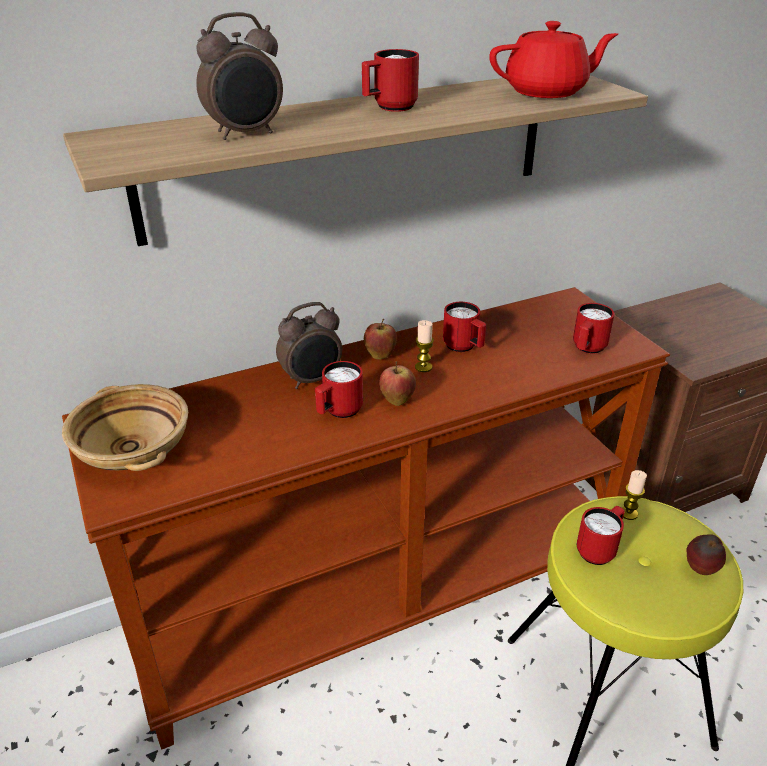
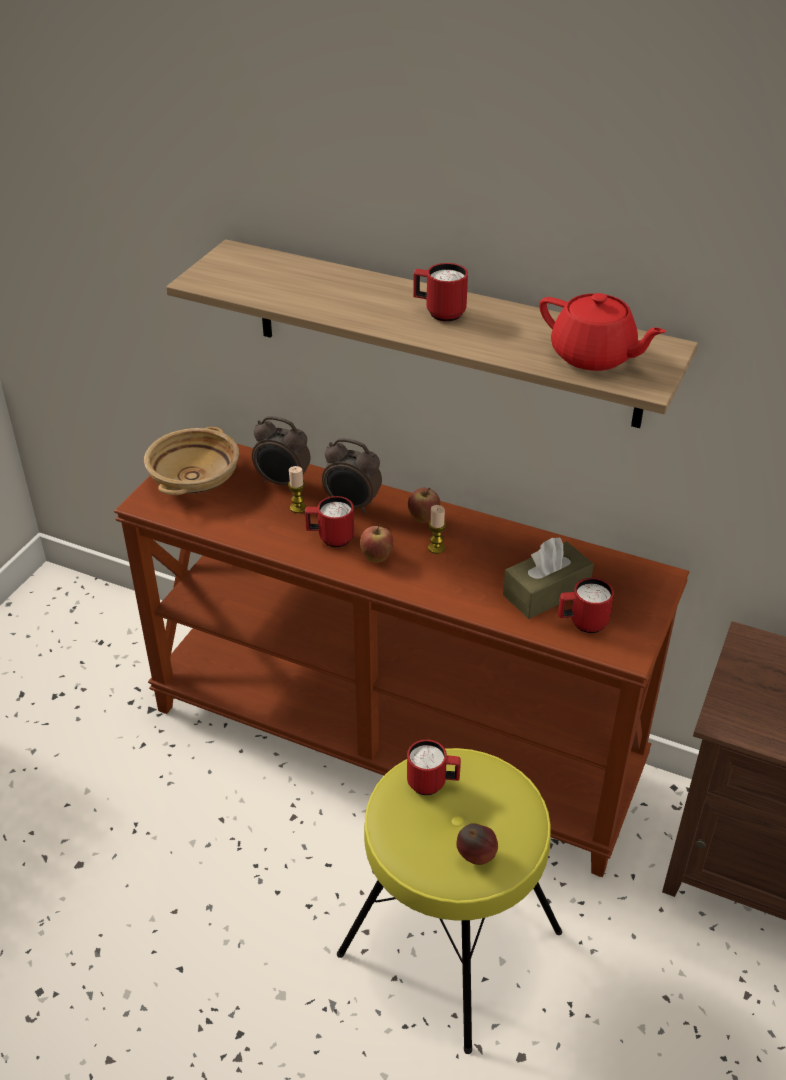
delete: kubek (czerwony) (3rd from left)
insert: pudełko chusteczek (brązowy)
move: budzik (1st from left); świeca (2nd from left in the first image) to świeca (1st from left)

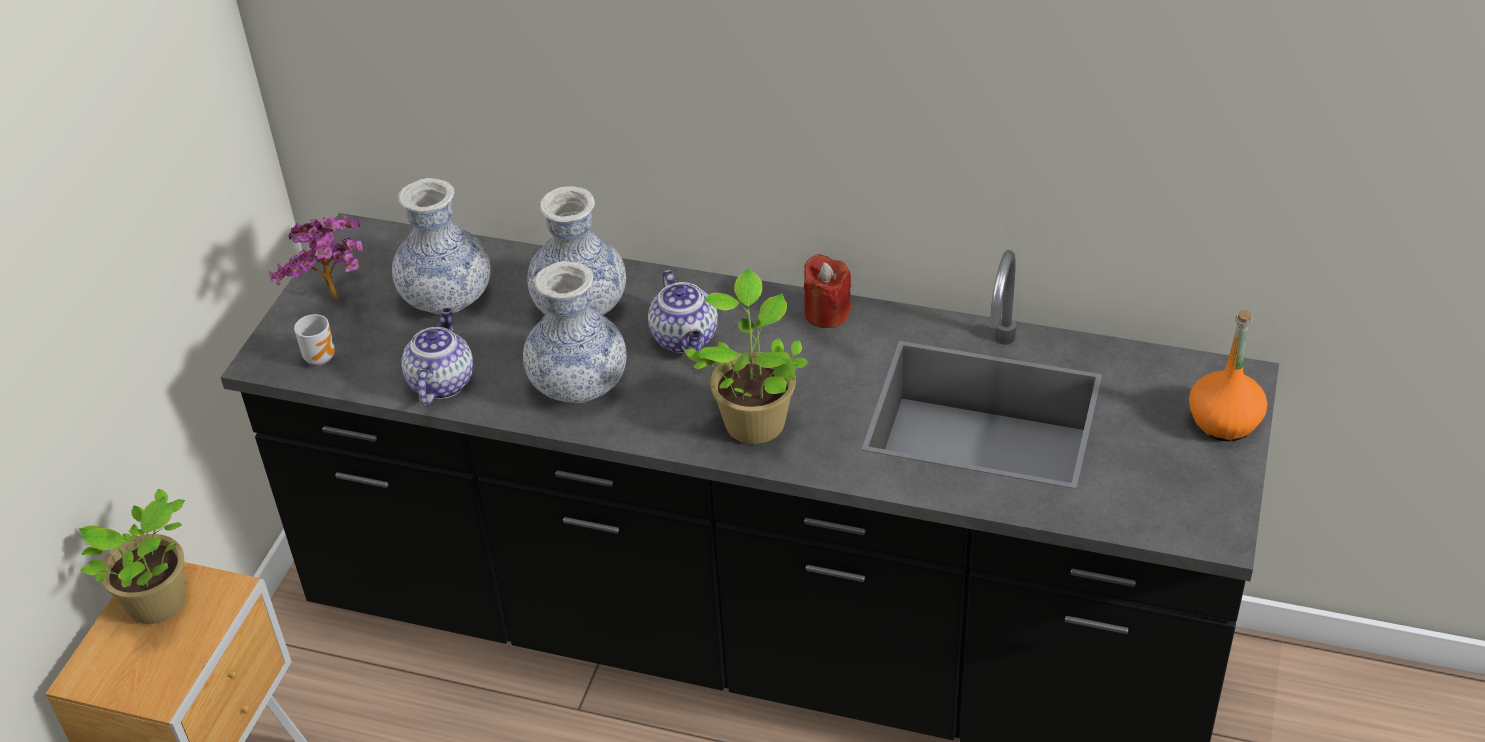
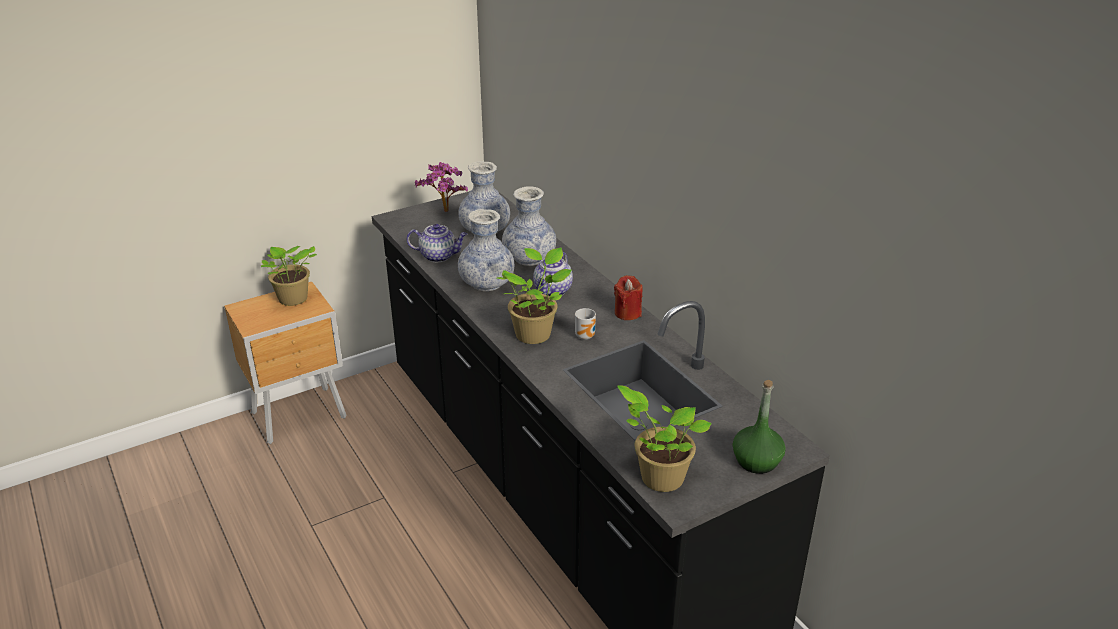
insert: roślina doniczkowa (4th from left)
move: kubek
recolor: butelka (pomarańczowy) to butelka (zielony)
rotate: imbryk (1st from left) 45 degrees clockwise

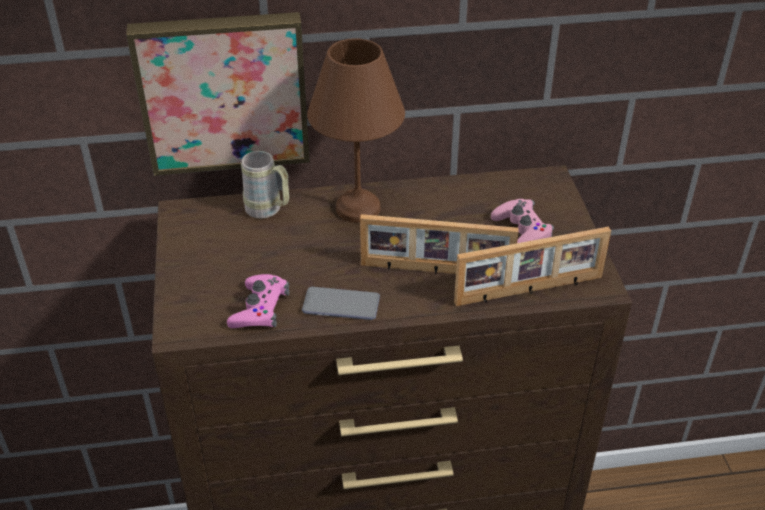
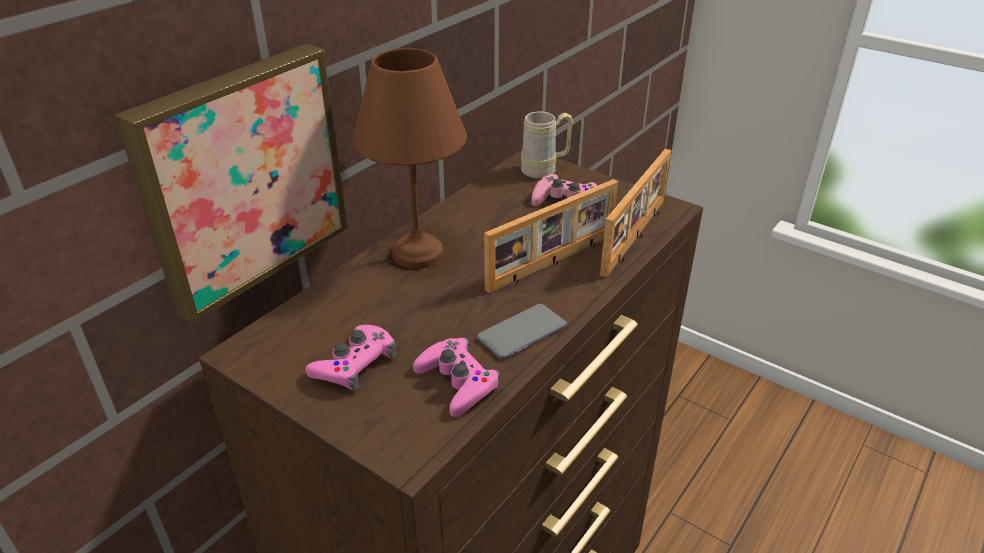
insert: pad do gier (różowy) (1st from left)
move: kubek (beżowy)

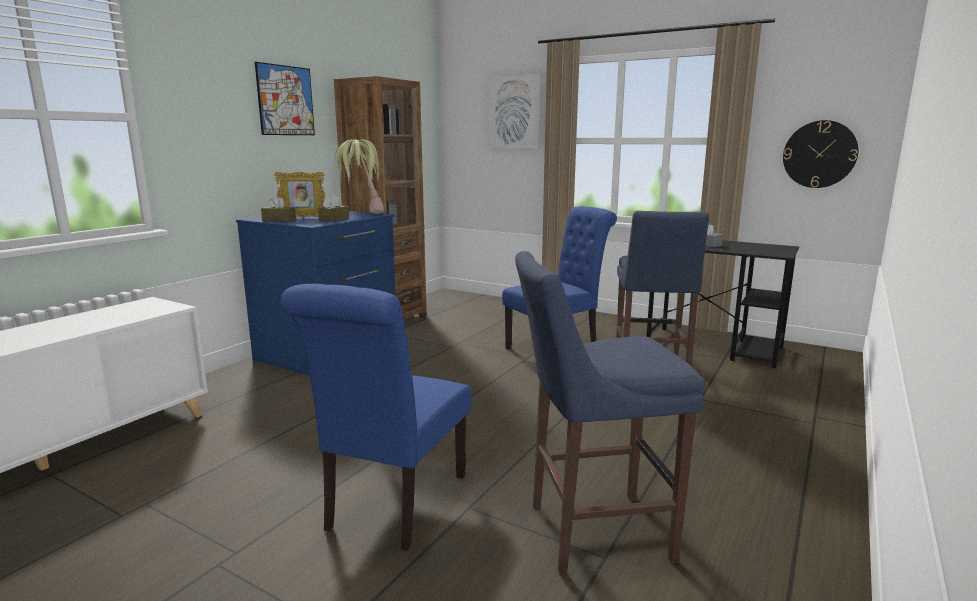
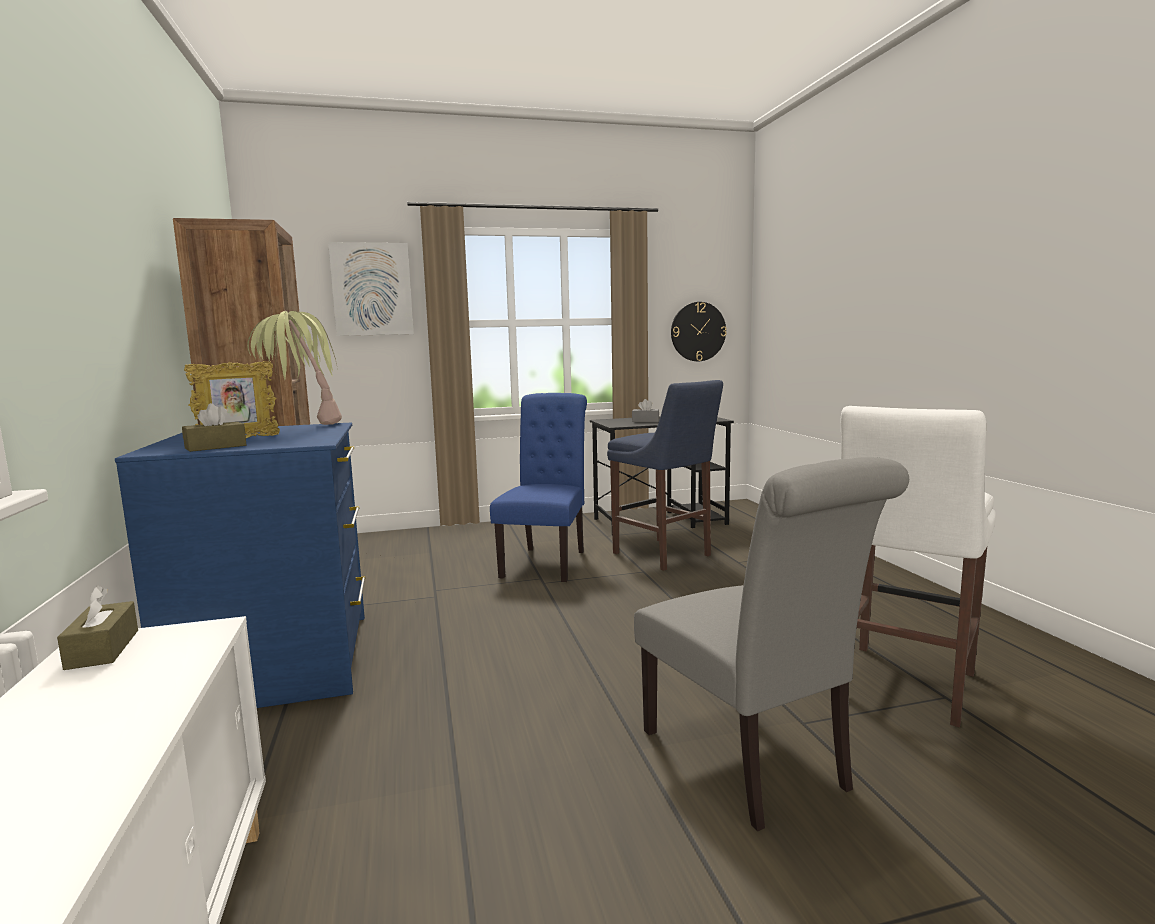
delete: obraz (1st from left)
move: pudełko chusteczek (brązowy) (2nd from left in the first image) to pudełko chusteczek (brązowy) (1st from left)
recolor: krzesło (niebieski) (1st from left) to krzesło (szary); stołek (niebieski) (1st from left) to stołek (biały)

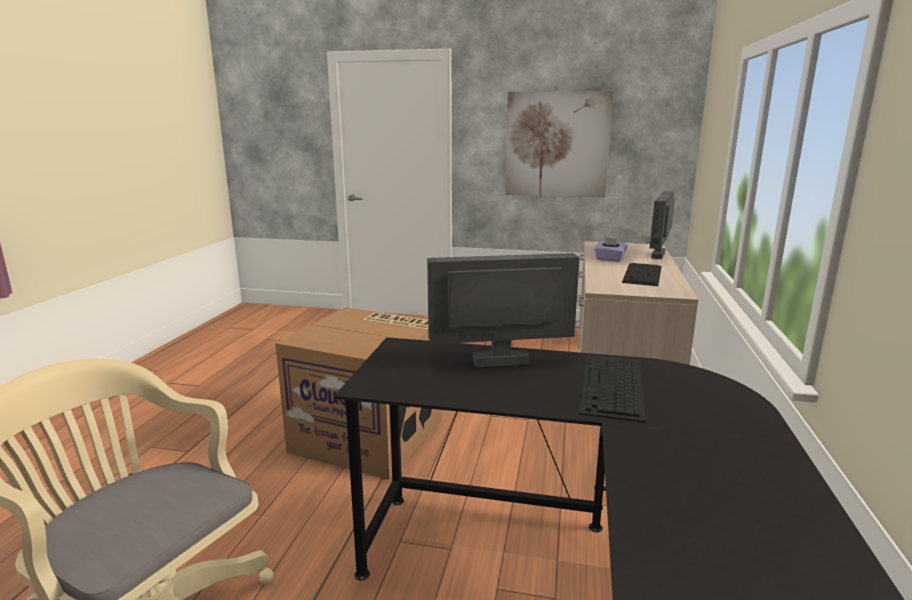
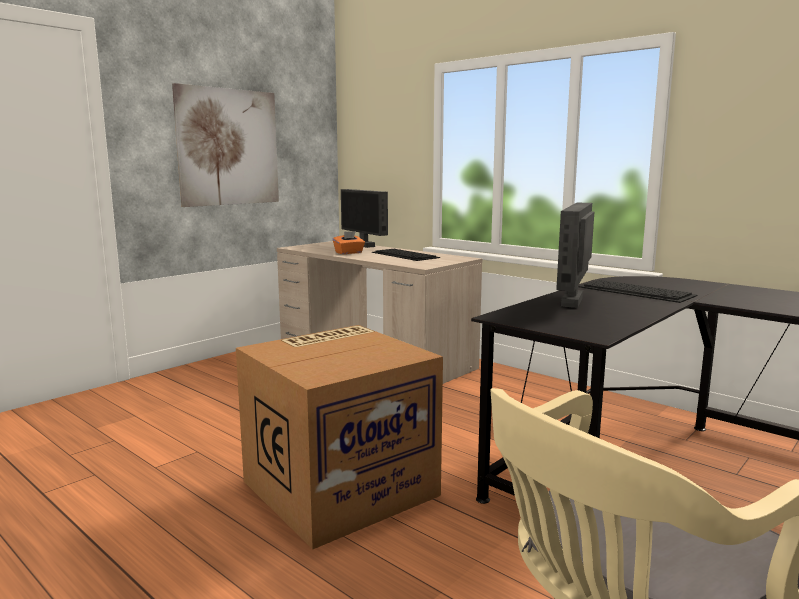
recolor: pudełko chusteczek (fioletowy) to pudełko chusteczek (pomarańczowy)

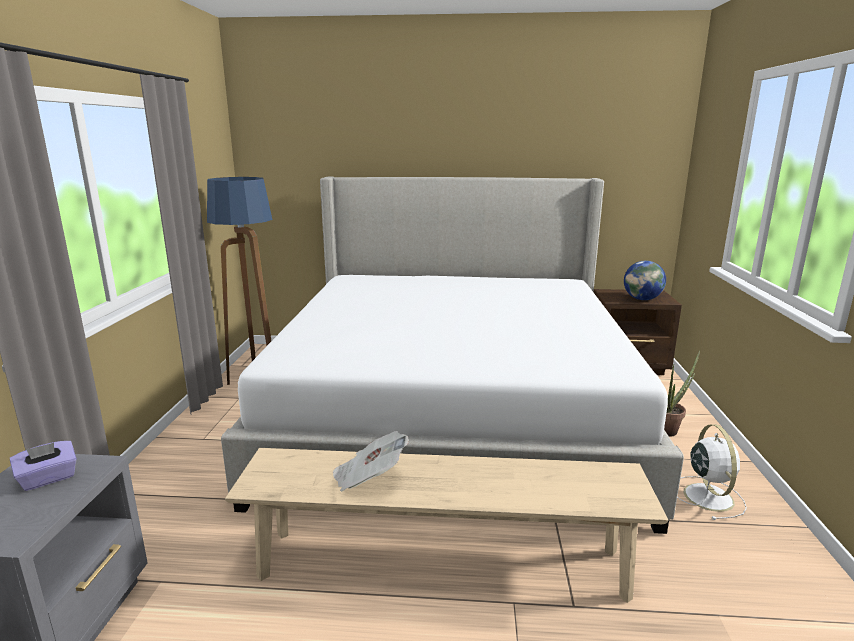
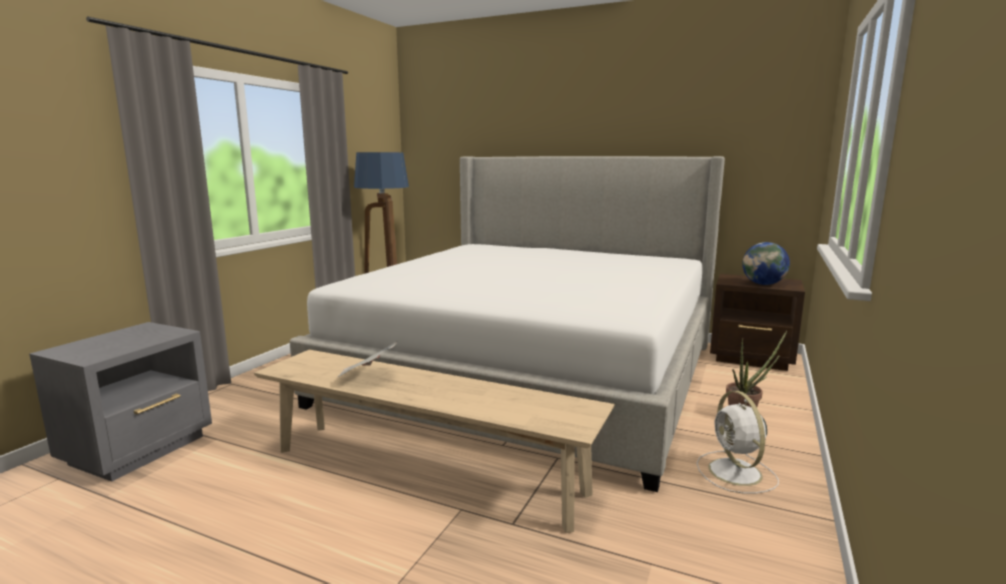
delete: pudełko chusteczek (fioletowy)
rotate: wentylator (biały) 150 degrees clockwise

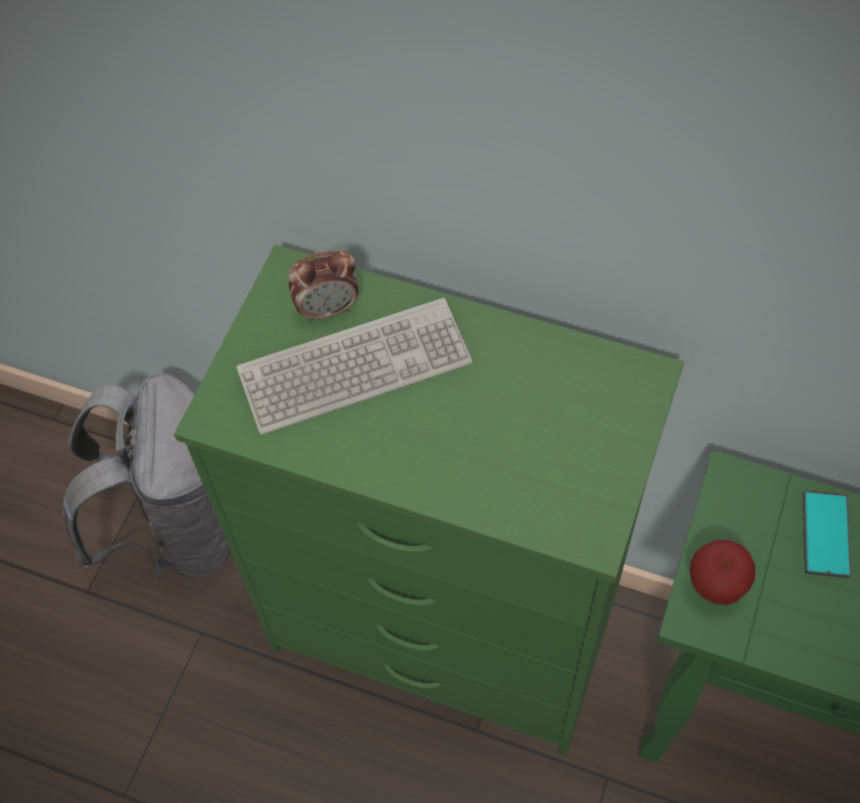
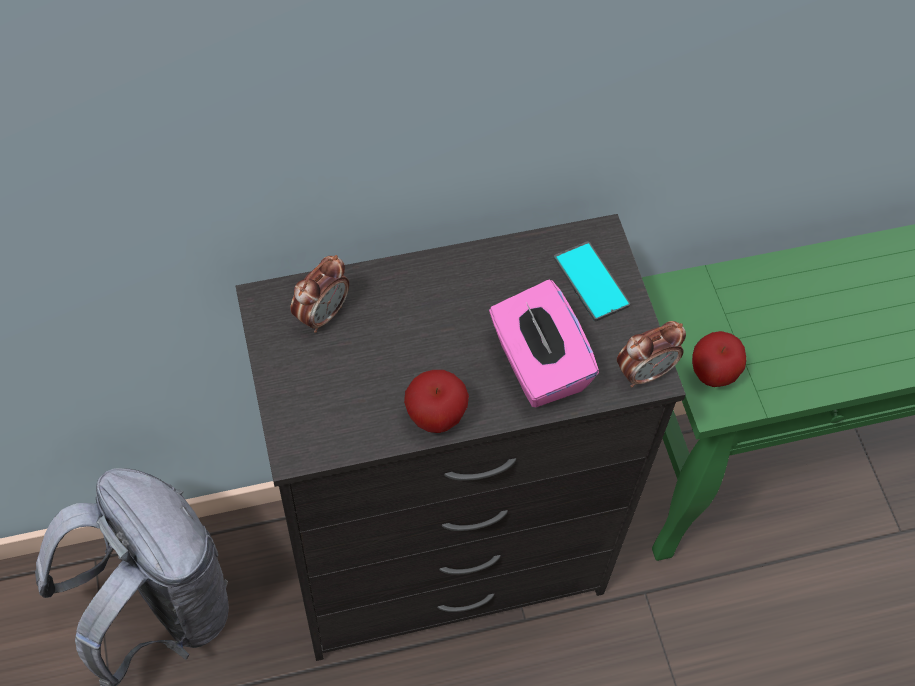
delete: klawiatura
insert: jabłko (1st from left); pudełko chusteczek (różowy); budzik (2nd from left)
move: telefon
recolor: komoda (zielony) to komoda (czarny)

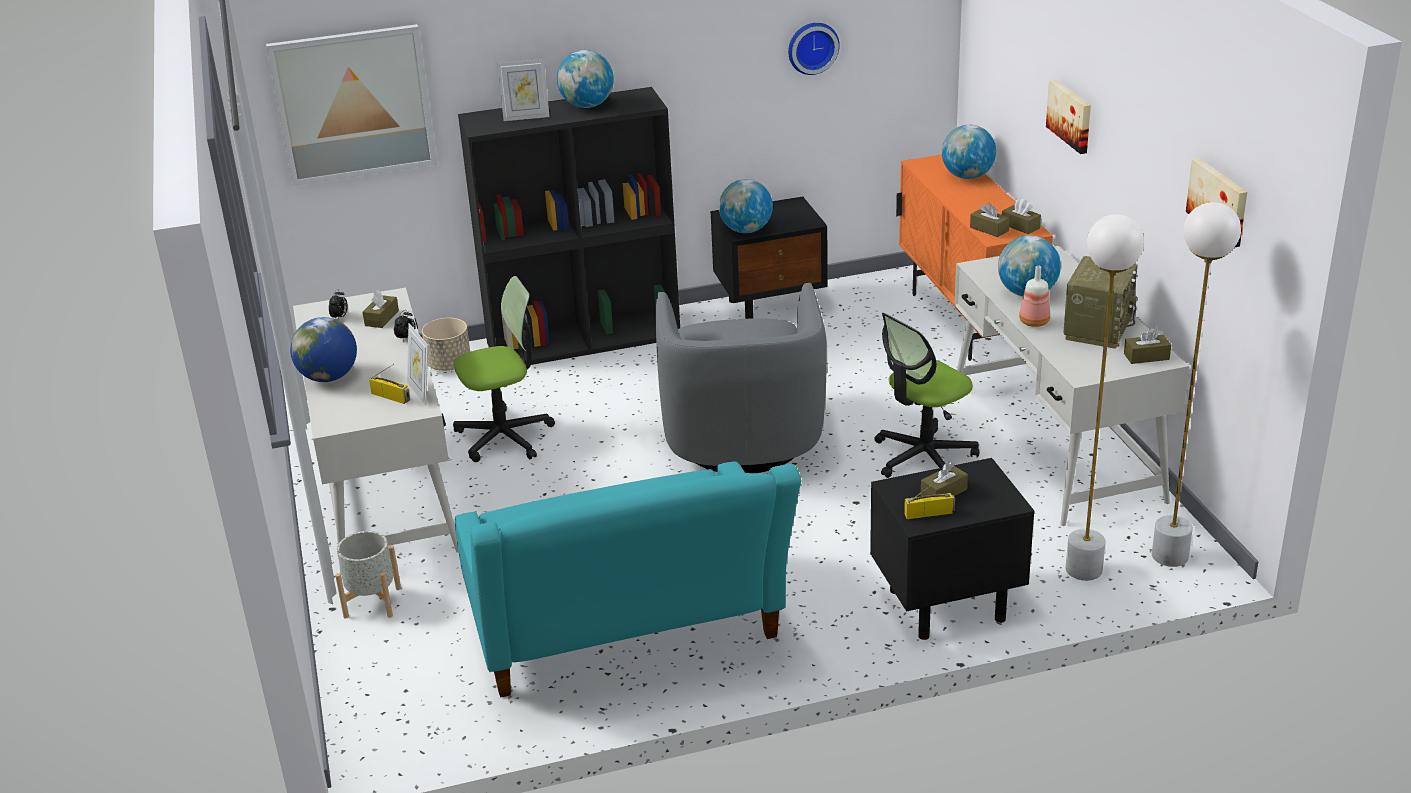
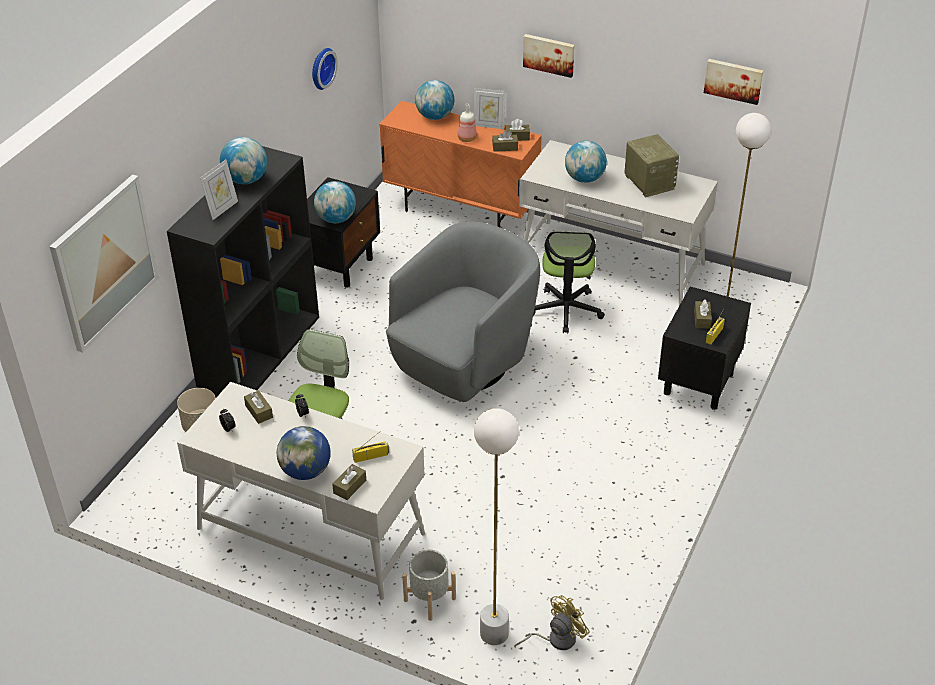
delete: kanapa (turkusowy)
insert: wentylator (żółty)
move: ramka na zdjęcie (1st from left in the first image) to ramka na zdjęcie (2nd from left); butelka; pudełko chusteczek (brązowy) (5th from left in the first image) to pudełko chusteczek (brązowy) (2nd from left); lampa stojąca (biały) (2nd from left in the first image) to lampa stojąca (biały) (1st from left)
rotate: fotel (szary) 90 degrees counterclockwise

